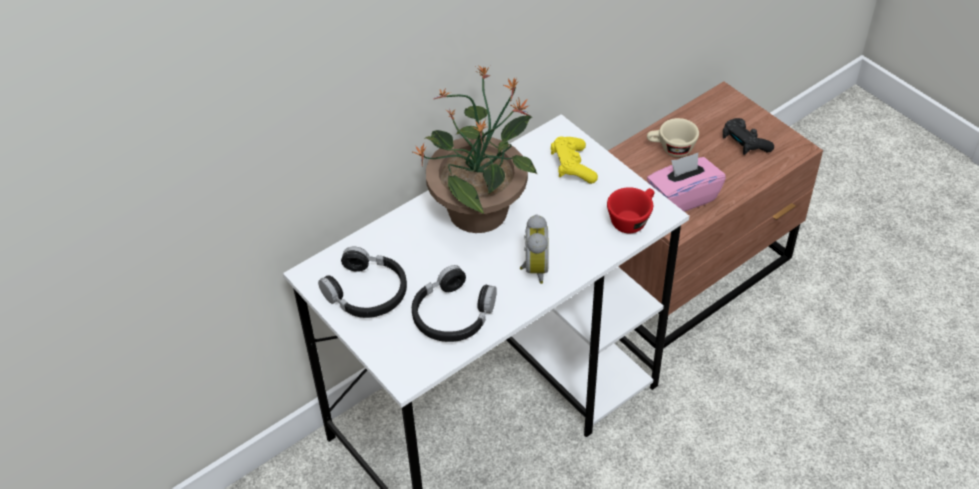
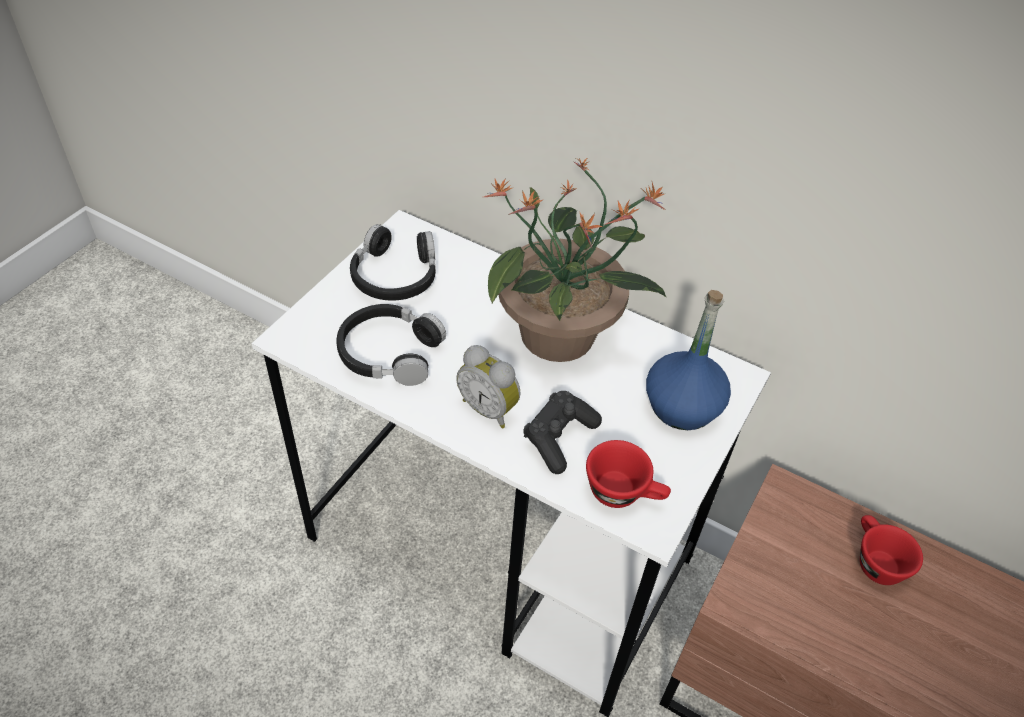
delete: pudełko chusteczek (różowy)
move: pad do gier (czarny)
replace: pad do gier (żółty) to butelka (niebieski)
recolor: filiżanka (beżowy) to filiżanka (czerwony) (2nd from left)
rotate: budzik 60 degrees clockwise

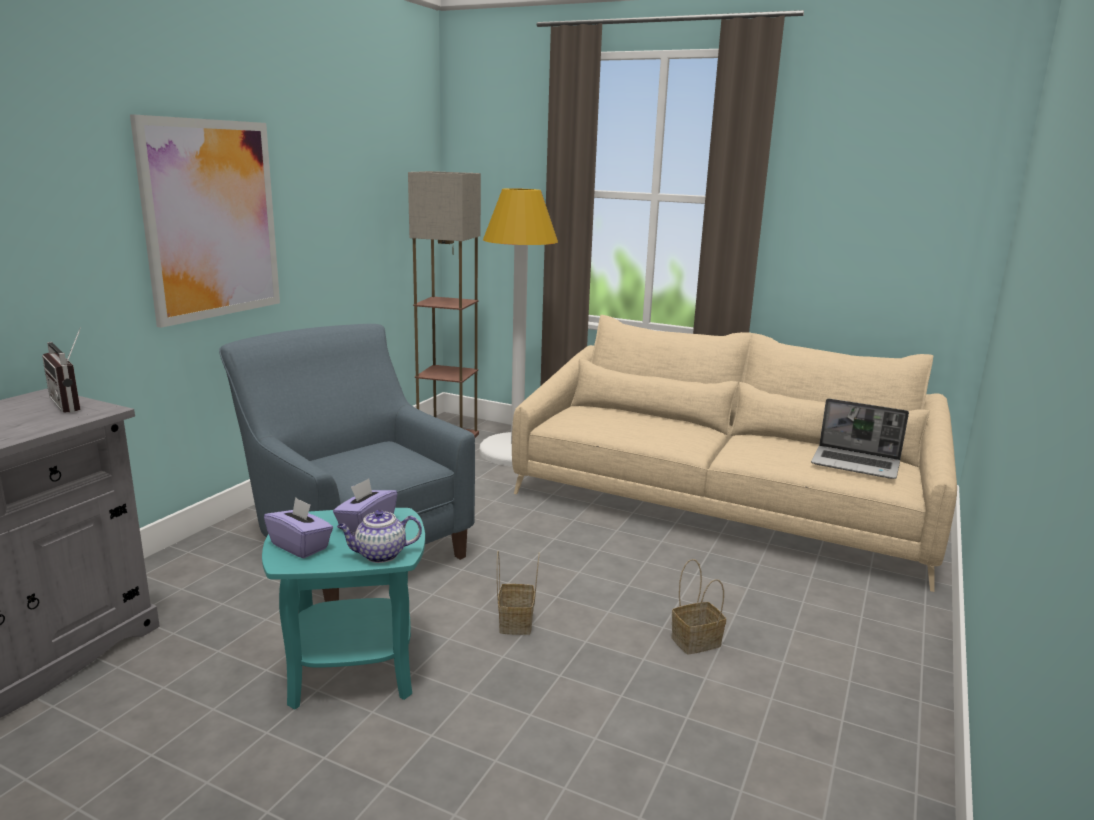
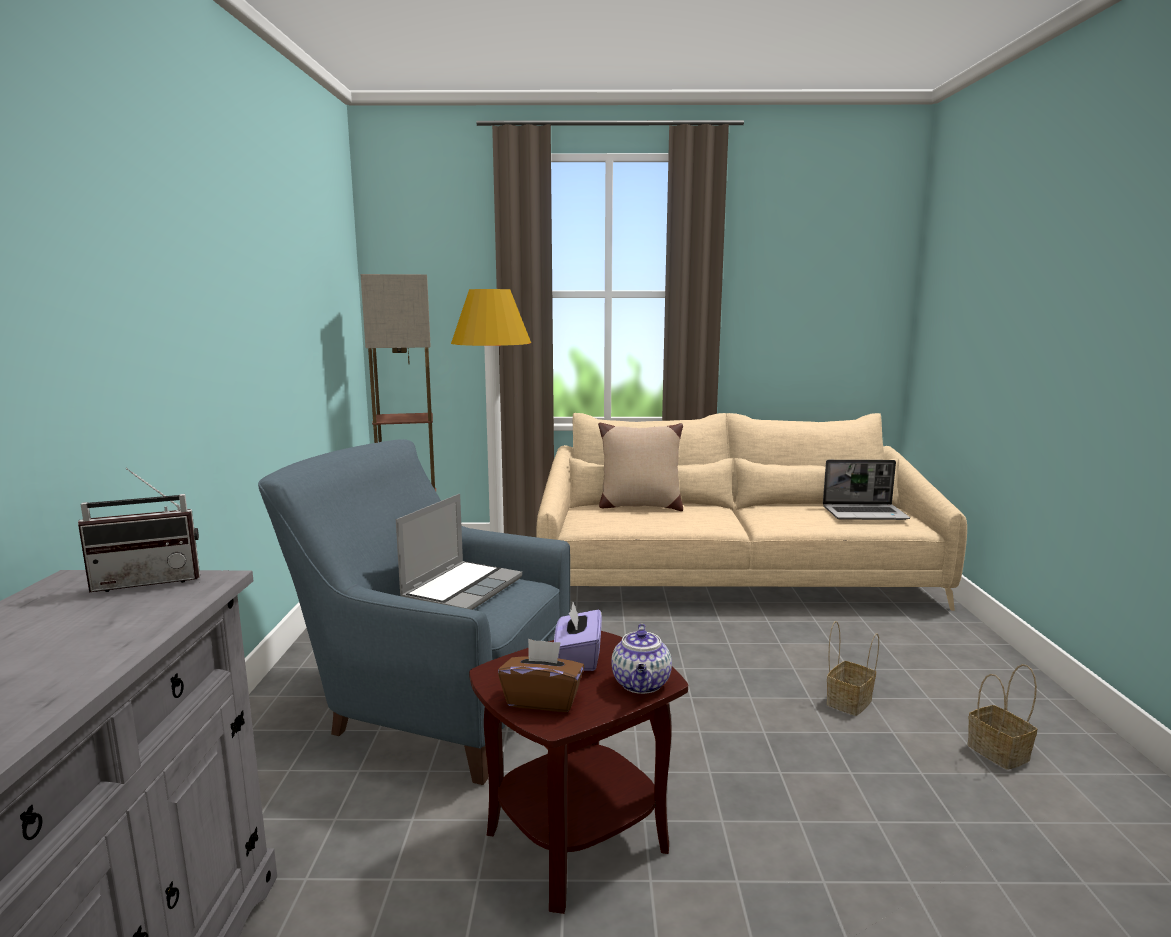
delete: obraz
insert: laptop (1st from left); poduszka (beżowy)
move: koszyk (1st from left in the first image) to koszyk (2nd from left)
recolor: stolik (turkusowy) to stolik (brązowy); pudełko chusteczek (fioletowy) (1st from left) to pudełko chusteczek (brązowy)
rotate: radio 45 degrees counterclockwise; imbryk 45 degrees counterclockwise

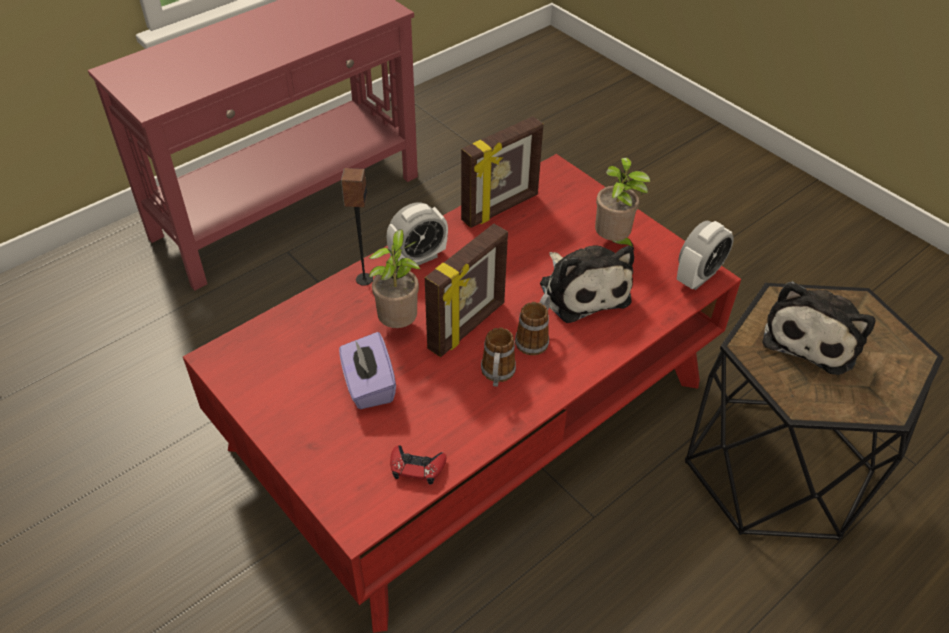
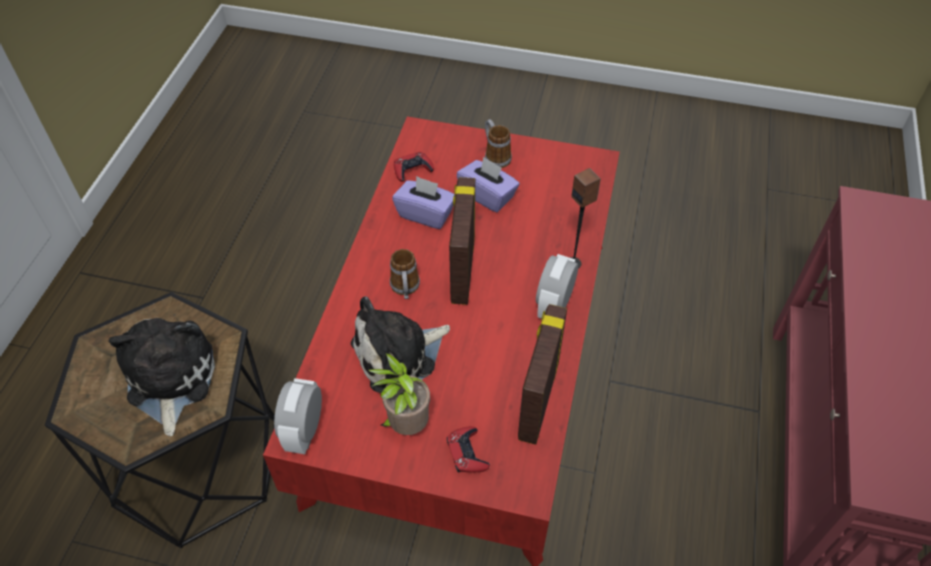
delete: roślina doniczkowa (1st from left)
insert: pudełko chusteczek (fioletowy) (1st from left); pad do gier (czerwony) (2nd from left)
move: kubek (1st from left in the first image) to kubek (2nd from left)
rotate: pluszak (1st from left in the first image) 60 degrees counterclockwise

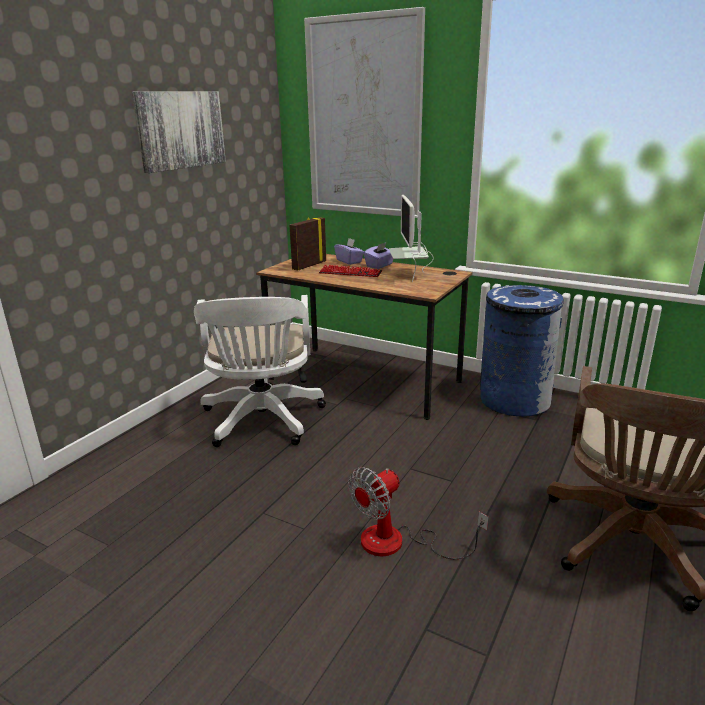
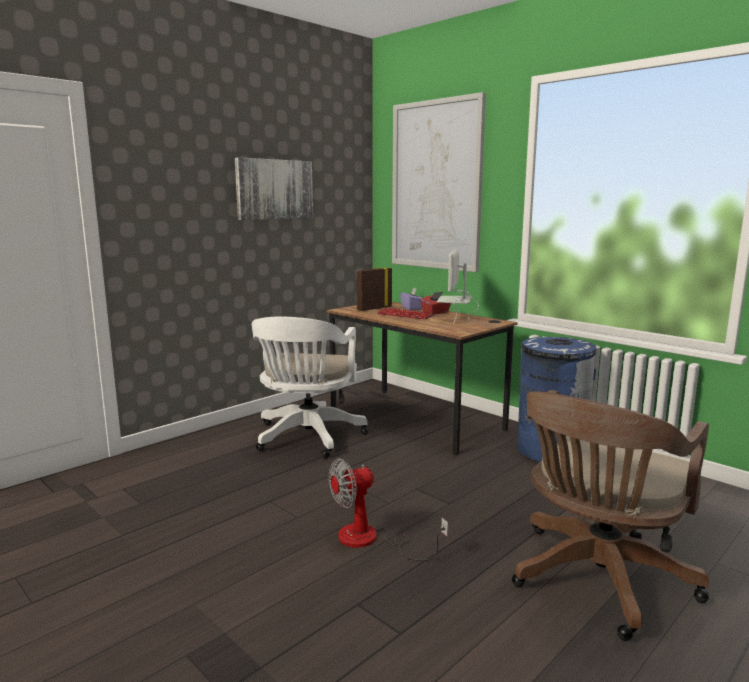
recolor: pudełko chusteczek (fioletowy) (2nd from left) to pudełko chusteczek (czerwony)

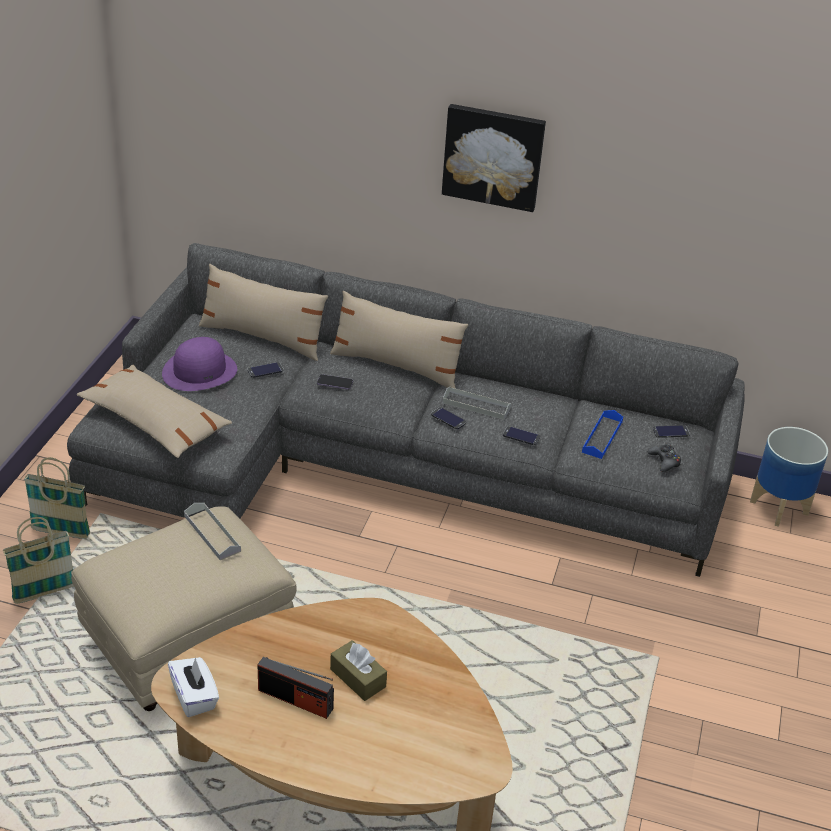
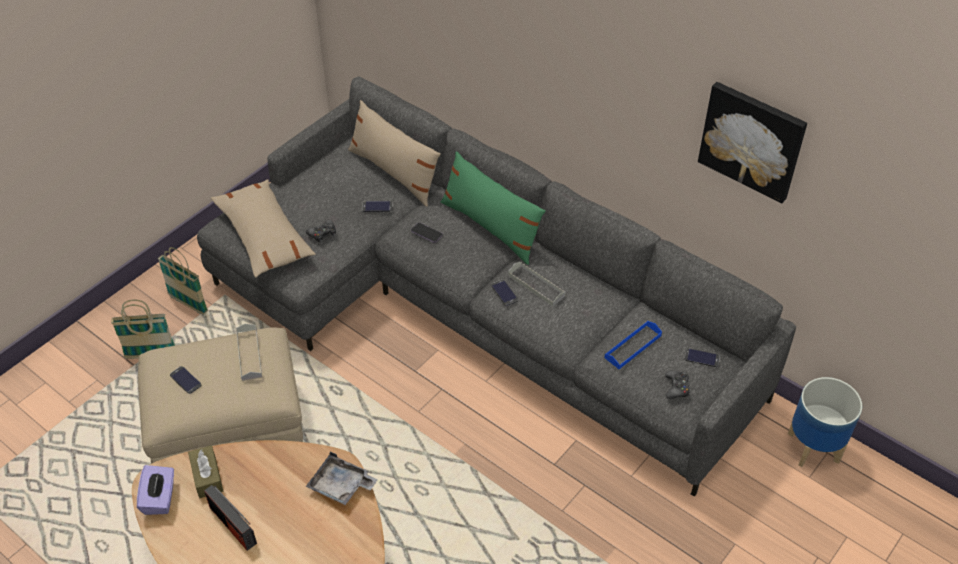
delete: kapelusz (fioletowy)
insert: pad do gier (czarny) (1st from left); taca (szary) (2nd from left)
move: pudełko chusteczek (brązowy); obraz; telefon (4th from left in the first image) to telefon (1st from left)
recolor: pudełko chusteczek (biały) to pudełko chusteczek (fioletowy); poduszka (beżowy) (3rd from left) to poduszka (zielony)

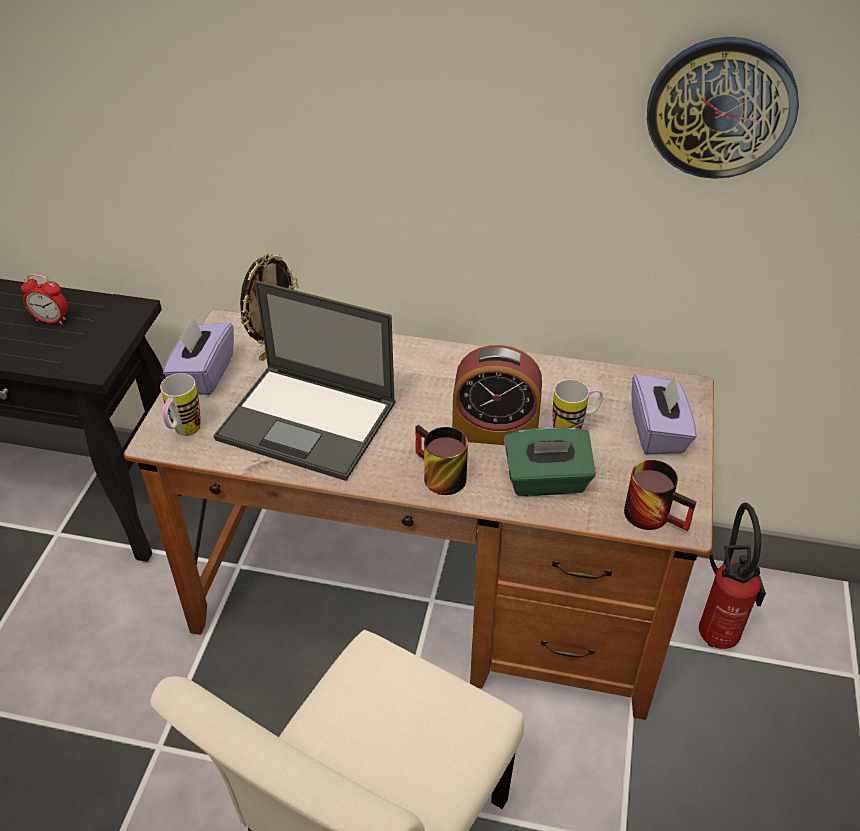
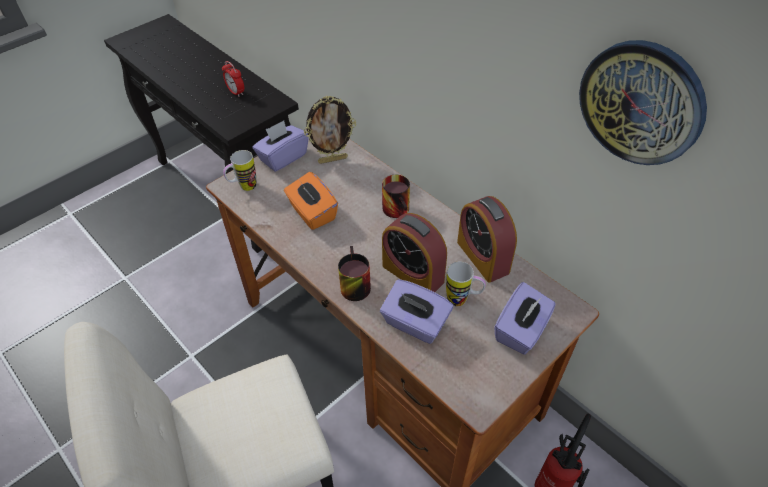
insert: budzik (3rd from left)
move: kubek (4th from left in the first image) to kubek (3rd from left)
replace: laptop to pudełko chusteczek (pomarańczowy)
recolor: pudełko chusteczek (zielony) to pudełko chusteczek (fioletowy) (2nd from left)

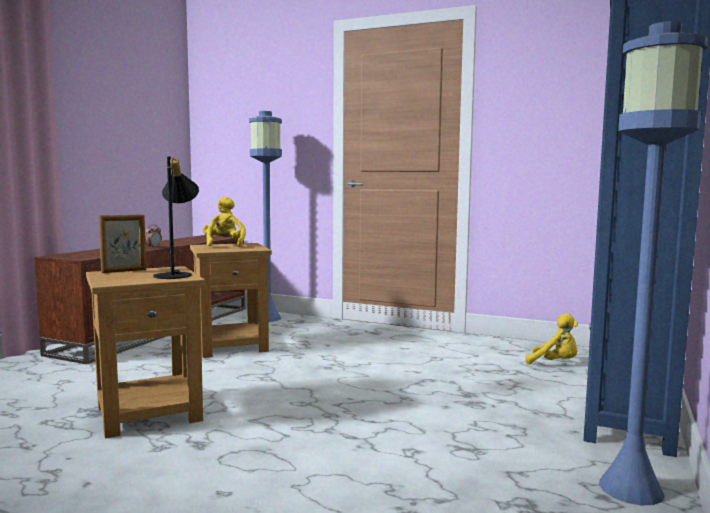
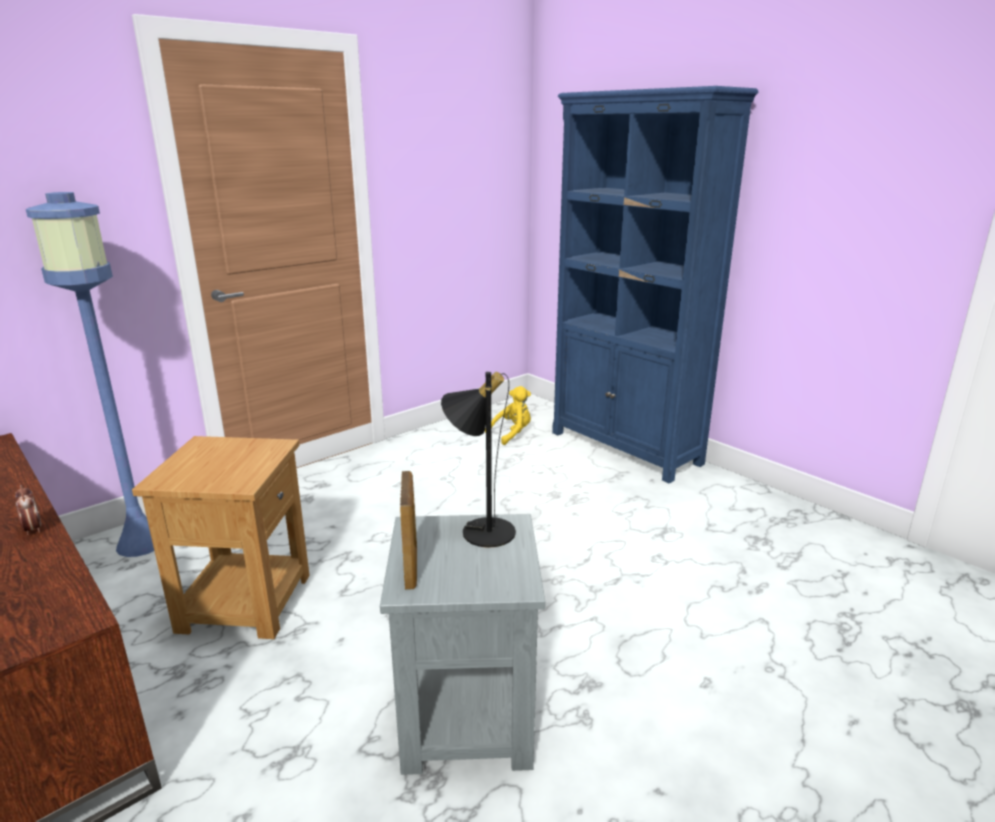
delete: pluszak (żółty) (1st from left); lampa stojąca (niebieski) (2nd from left)
recolor: stolik (brązowy) (1st from left) to stolik (szary)

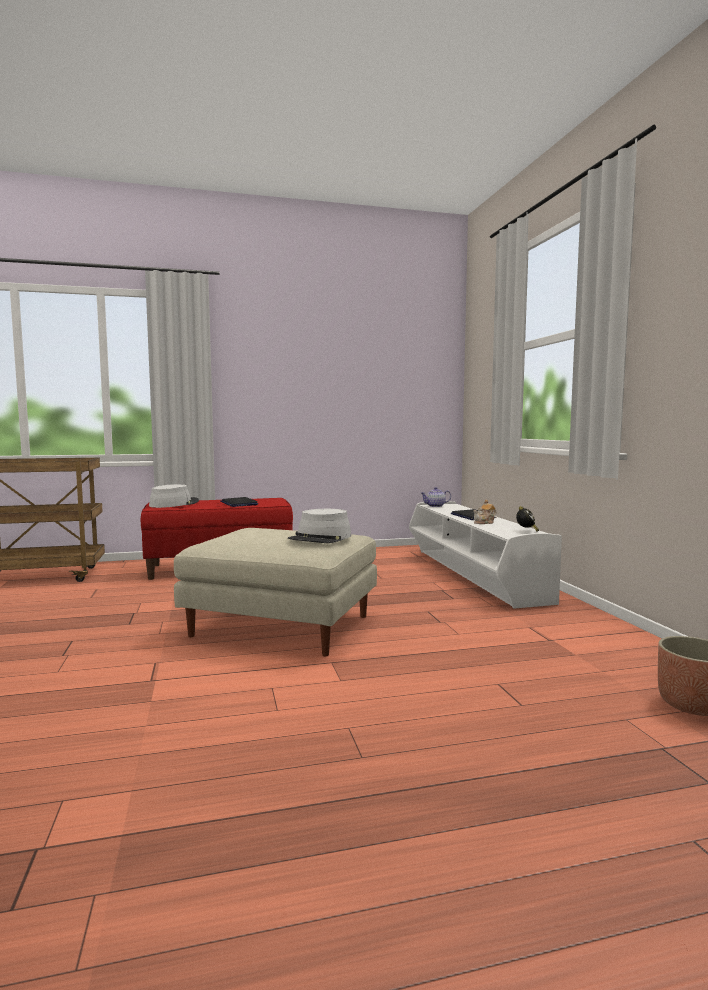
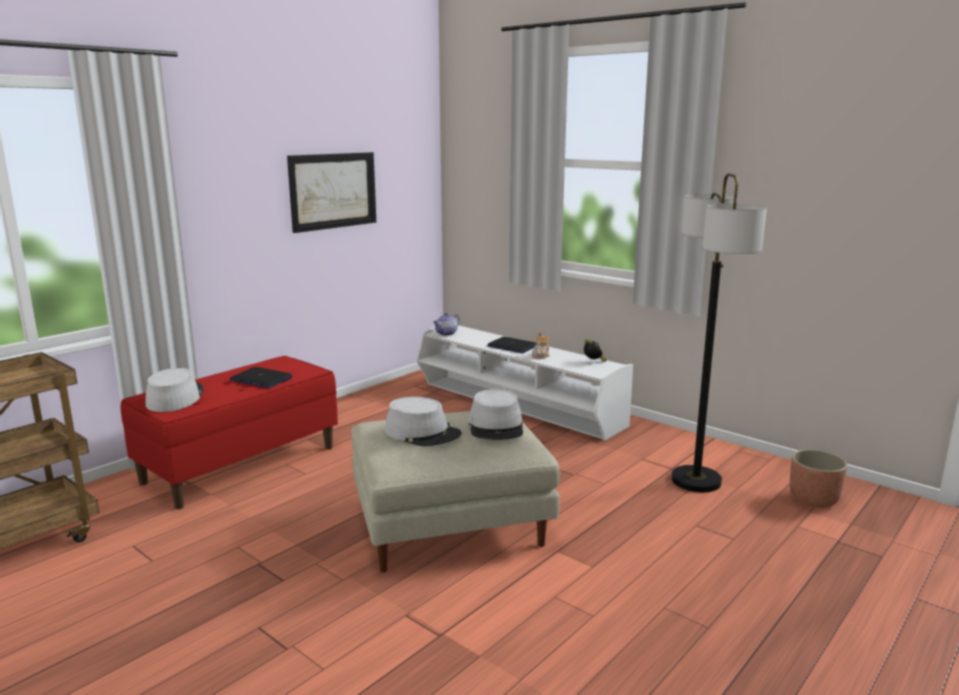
insert: obraz; kapelusz (szary) (2nd from left); lampa stojąca

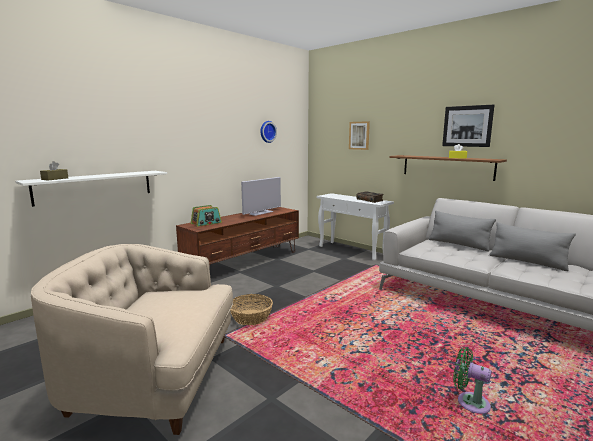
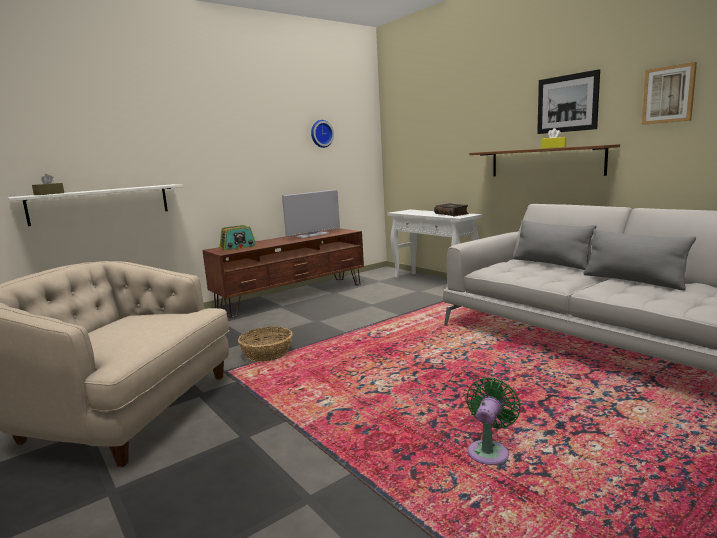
move: obraz (1st from left in the first image) to obraz (2nd from left)
rotate: wentylator (zielony) 75 degrees clockwise

